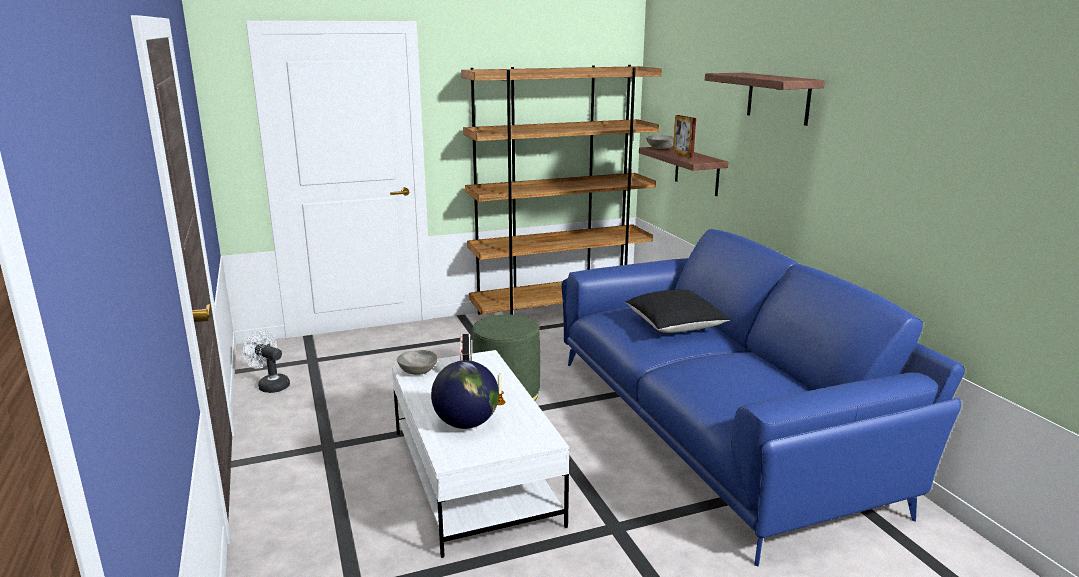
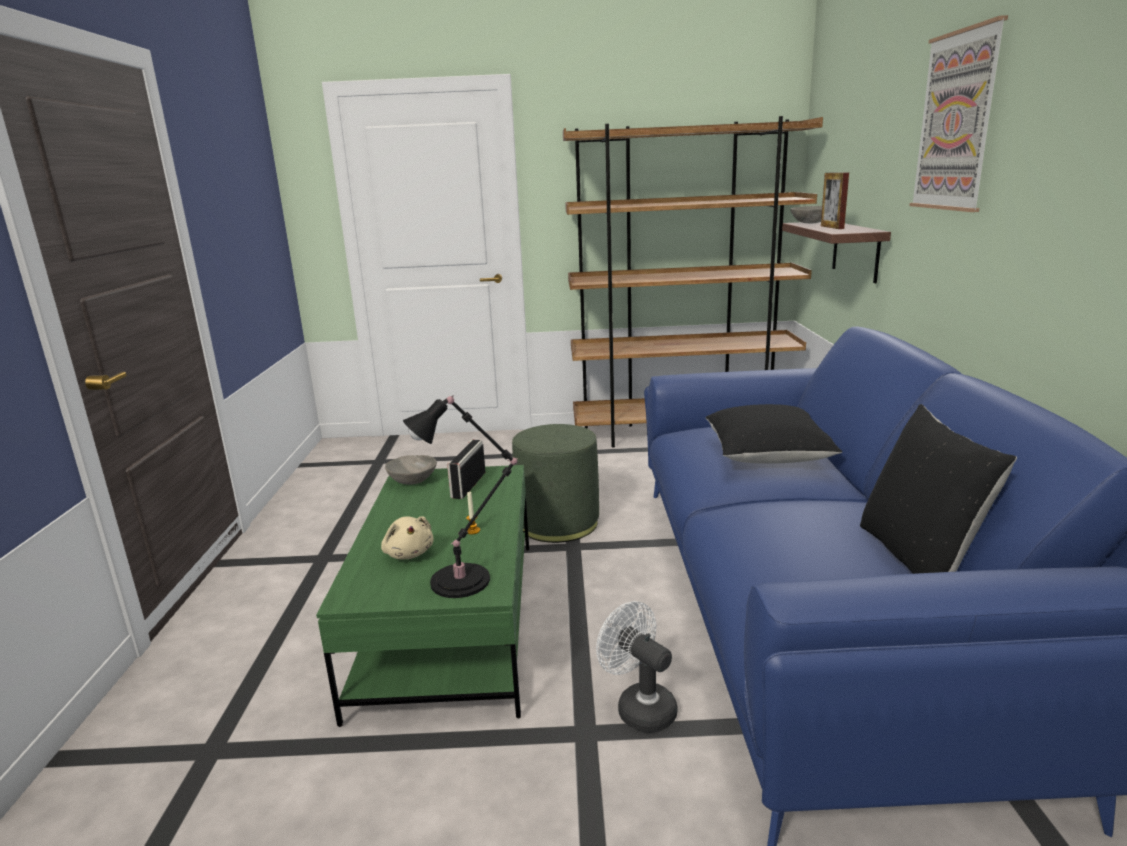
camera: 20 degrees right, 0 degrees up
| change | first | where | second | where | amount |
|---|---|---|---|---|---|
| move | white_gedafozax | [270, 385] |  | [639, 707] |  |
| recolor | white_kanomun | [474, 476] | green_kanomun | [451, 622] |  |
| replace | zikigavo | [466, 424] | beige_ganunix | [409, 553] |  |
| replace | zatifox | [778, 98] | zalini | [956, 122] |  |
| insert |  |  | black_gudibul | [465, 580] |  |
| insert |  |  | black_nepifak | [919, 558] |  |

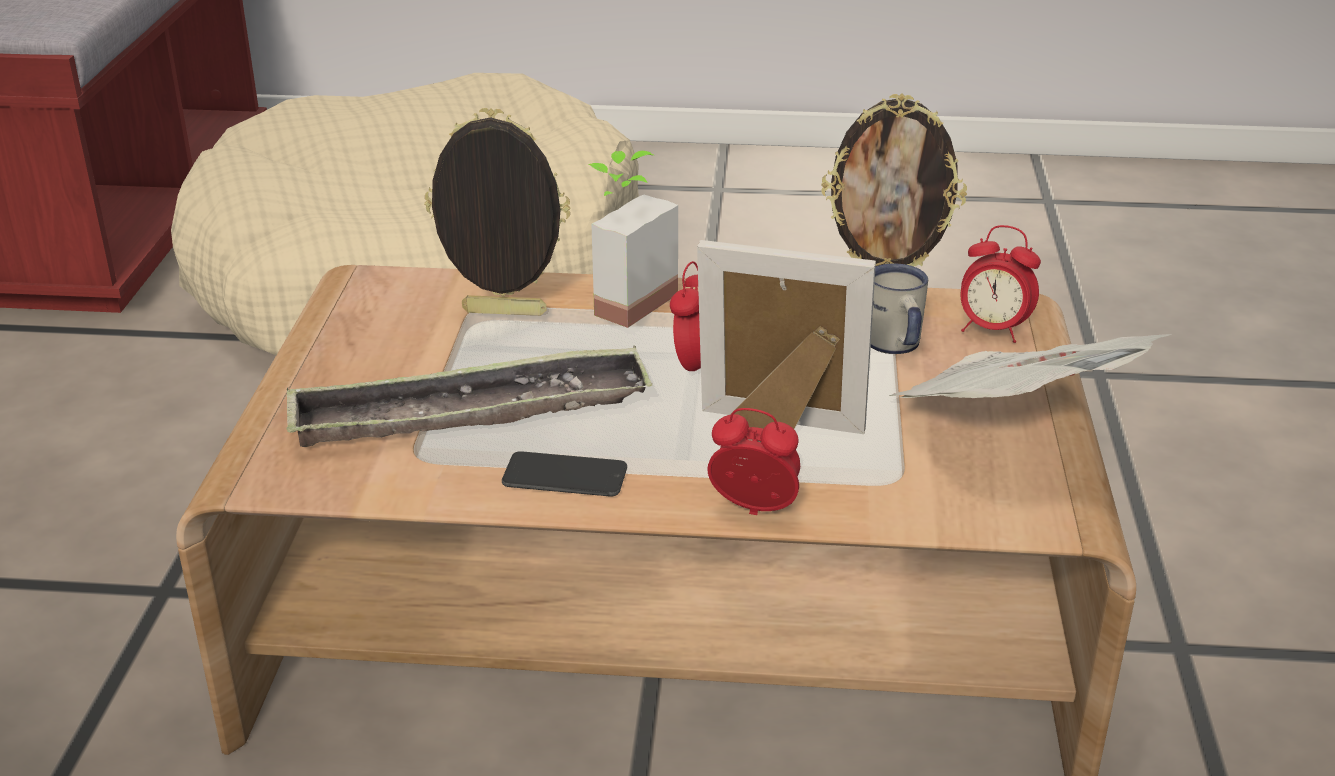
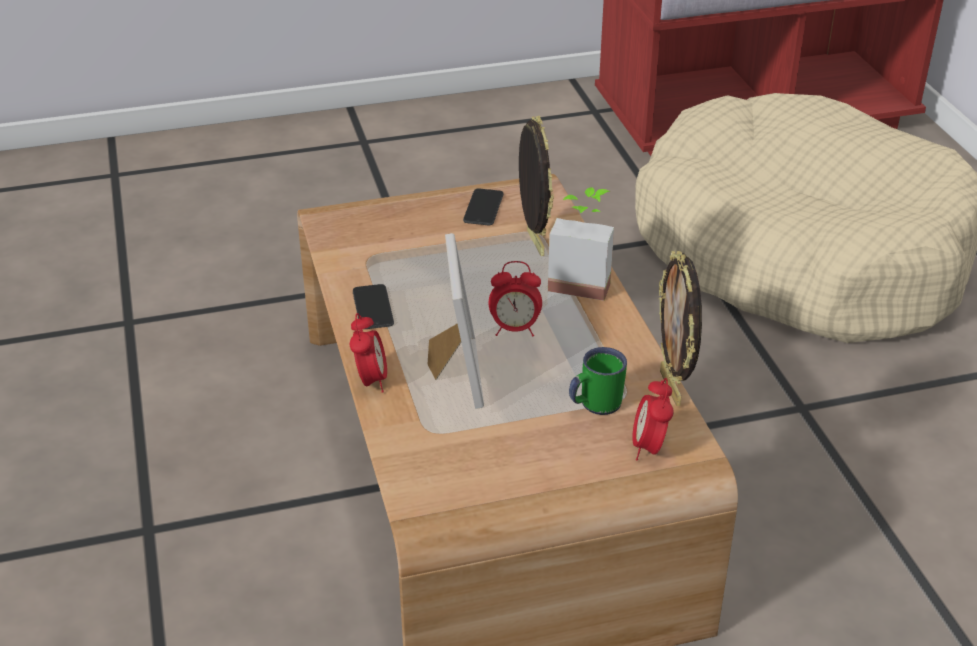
camera: 70 degrees right, 5 degrees up
| change | first | where | second | where | amount |
|---|---|---|---|---|---|
| delete | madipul | [470, 413] |  |  |  |
| recolor | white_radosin | [894, 347] | green_radosin | [594, 405] |  |
| delete | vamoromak | [1015, 424] |  |  |  |
| insert |  |  | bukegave | [483, 208] |  |

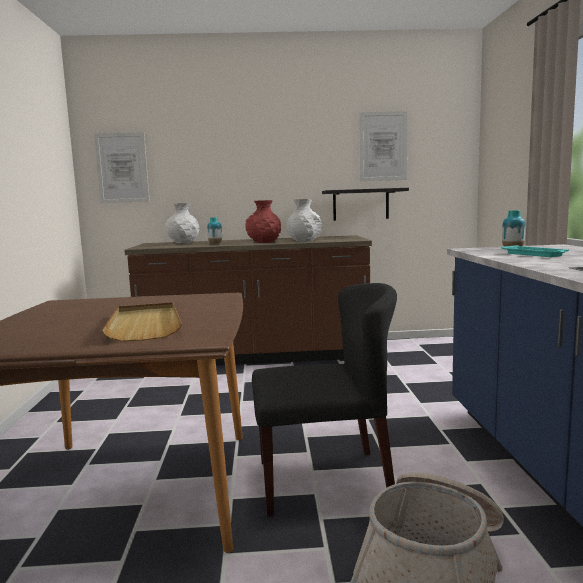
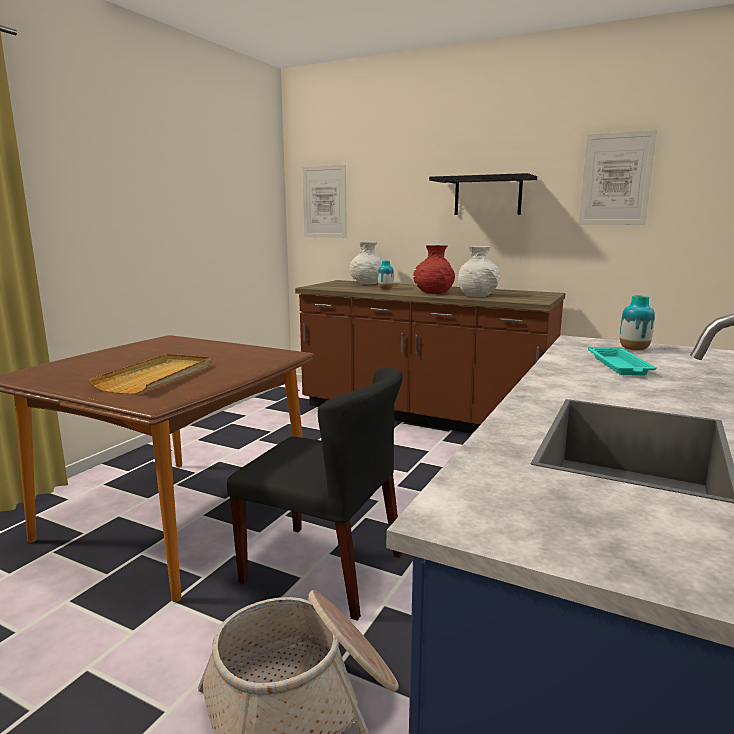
camera: 30 degrees right, 5 degrees up
| change | first | where | second | where | amount |
|---|---|---|---|---|---|
| move | black_zatifox | [360, 204] |  | [487, 196] |  |

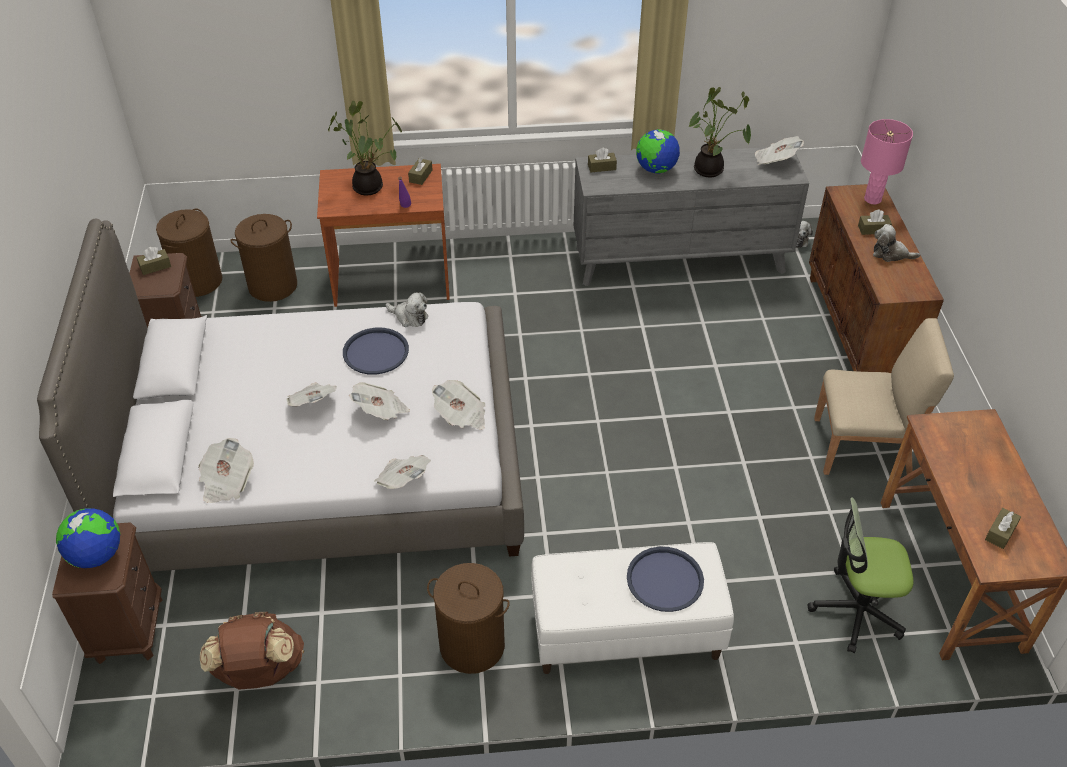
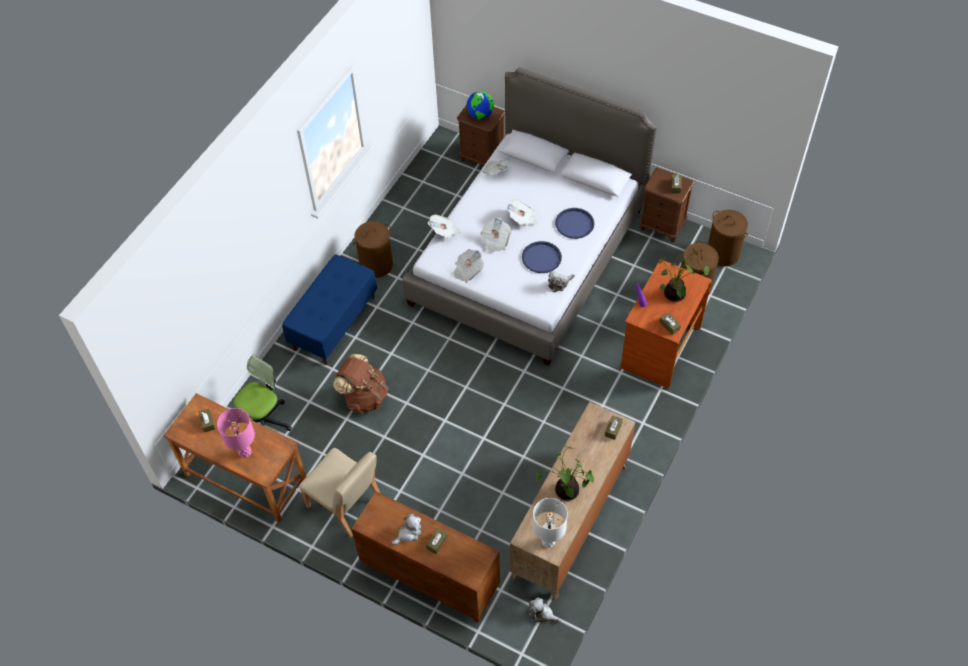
camera: 125 degrees right, 10 degrees up
| change | first | where | second | where | amount |
|---|---|---|---|---|---|
| move | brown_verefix | [259, 672] |  | [364, 397] |  |
| recolor | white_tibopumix | [625, 634] | blue_tibopumix | [334, 322] |  |
| recolor | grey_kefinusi | [680, 260] | brown_kefinusi | [570, 521] |  |
| move | blue_madipul | [665, 580] |  | [574, 224] |  |
| delete | zikigavo | [656, 169] |  |  |  |
| replace | vamoromak | [775, 160] | white_gudibul | [548, 541] |  |
| rotate | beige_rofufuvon | [864, 447] |  | [345, 504] | 90 degrees counterclockwise |
| move | pink_gudibul | [873, 199] |  | [244, 452] |  |

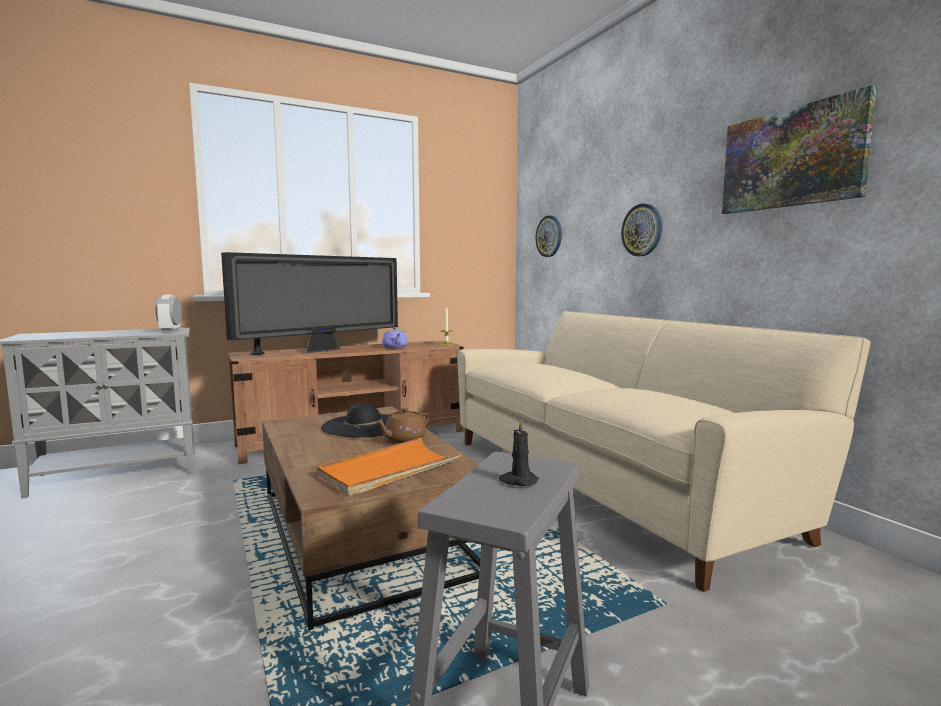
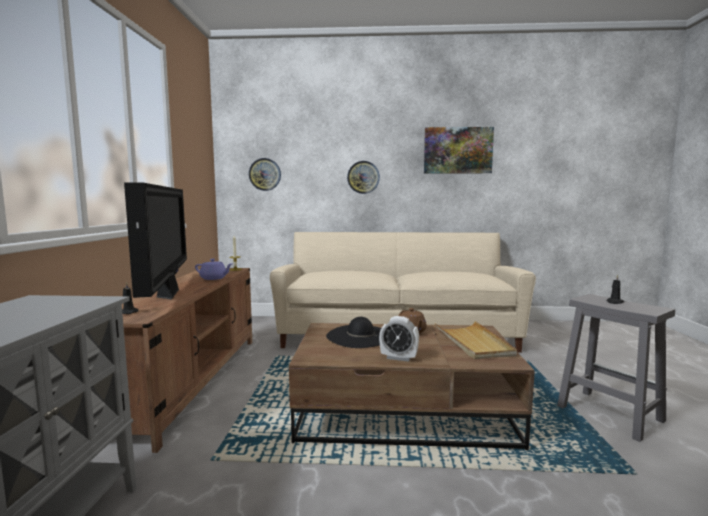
camera: 60 degrees left, 0 degrees up
| change | first | where | second | where | amount |
|---|---|---|---|---|---|
| move | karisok | [170, 331] |  | [398, 358] |  |
| recolor | orange_madipul | [390, 470] | beige_madipul | [473, 342] |  |

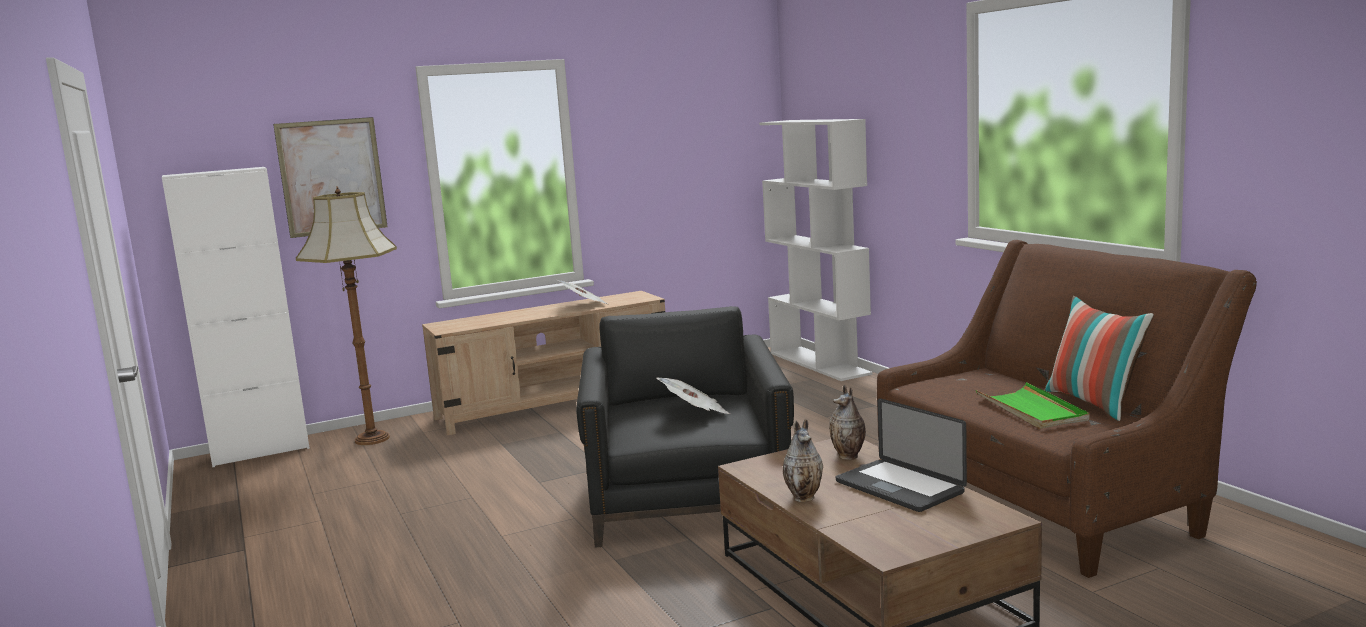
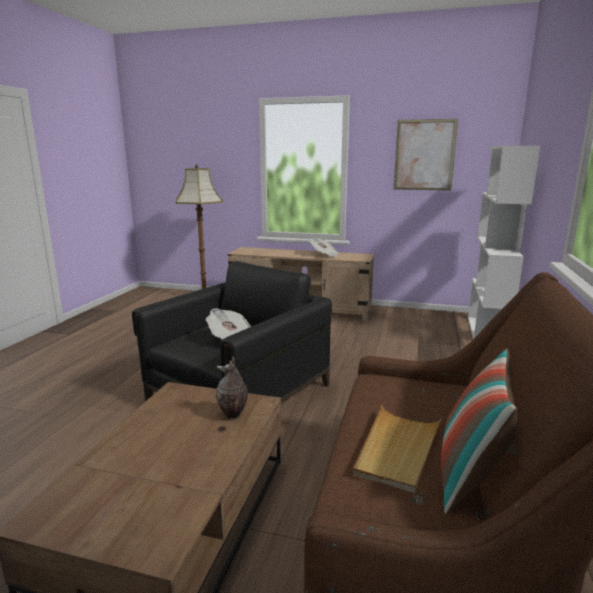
camera: 40 degrees right, 5 degrees up
| change | first | where | second | where | amount |
|---|---|---|---|---|---|
| delete | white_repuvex | [260, 452] |  |  |  |
| move | zalini | [332, 177] |  | [424, 155] |  |
| delete | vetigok | [805, 497] |  |  |  |
| delete | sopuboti | [899, 487] |  |  |  |
| recolor | green_madipul | [1032, 410] | beige_madipul | [397, 450] |  |

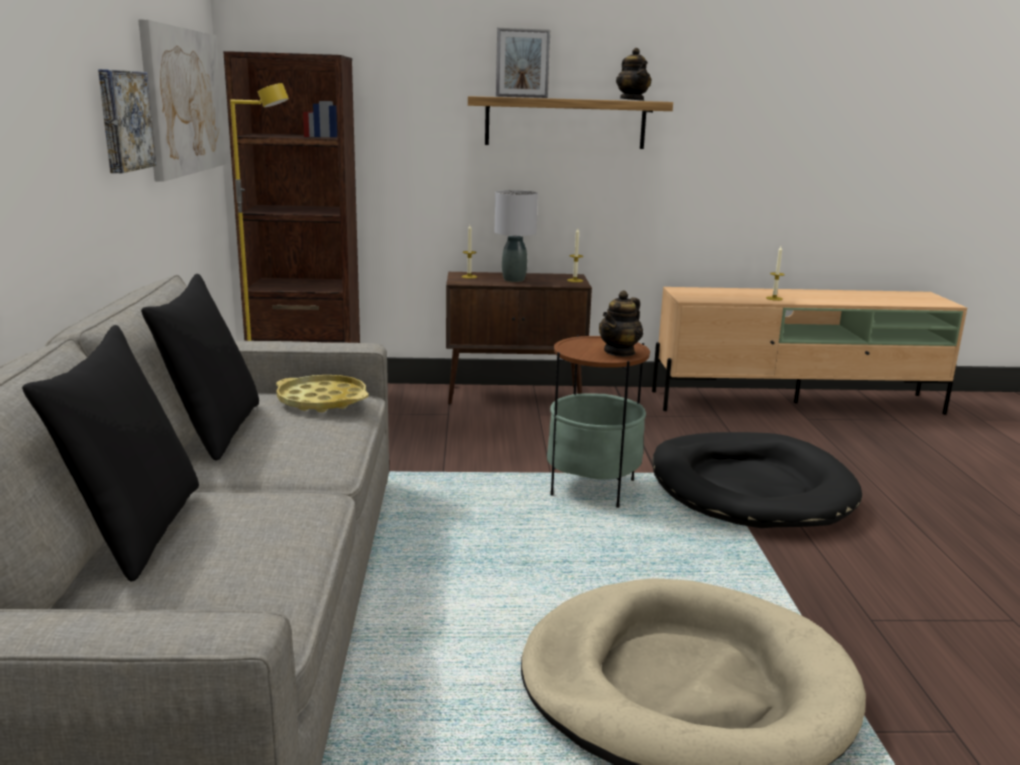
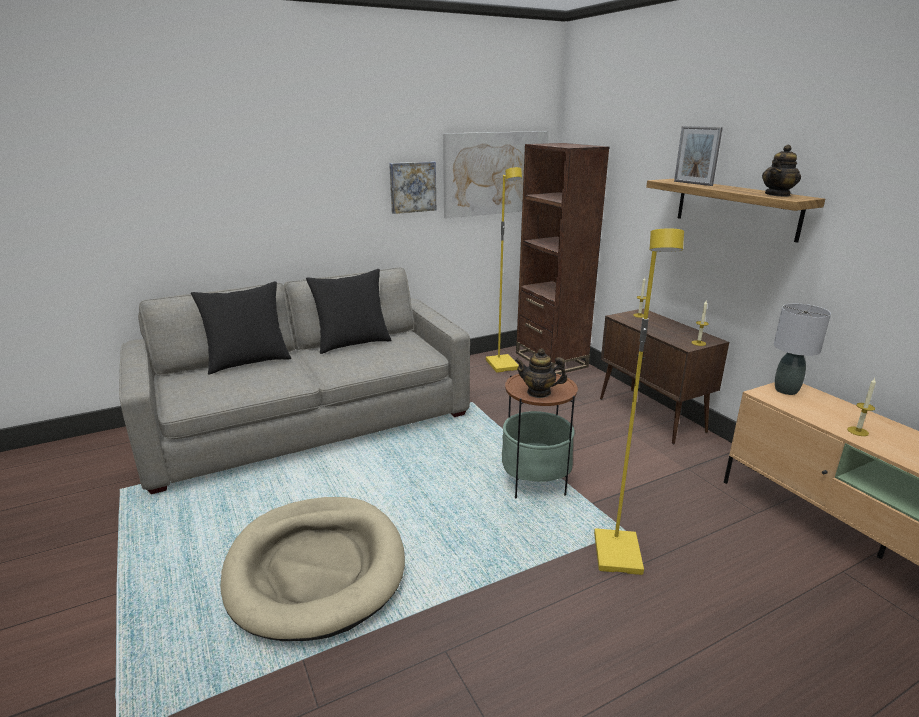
camera: 65 degrees right, 5 degrees up
| change | first | where | second | where | amount |
|---|---|---|---|---|---|
| delete | yellow_madipul | [322, 400] |  |  |  |
| move | grey_gudibul | [513, 280] |  | [785, 390] |  |
| replace | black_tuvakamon | [749, 487] | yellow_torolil | [619, 554] |  |

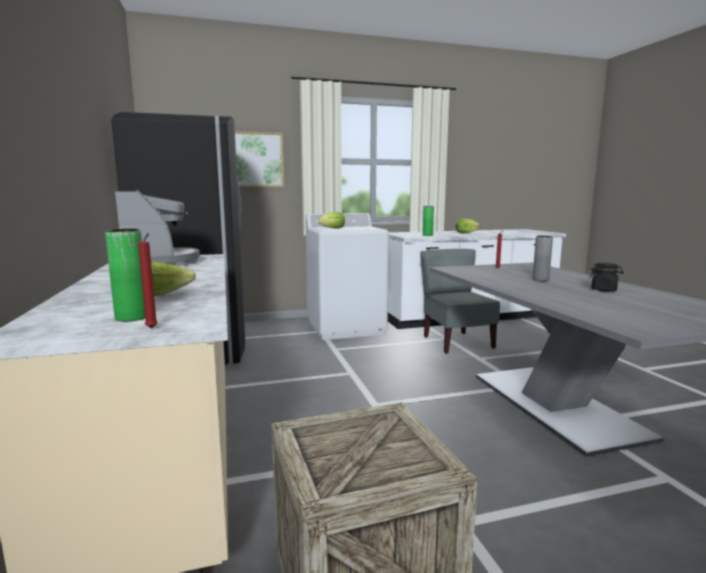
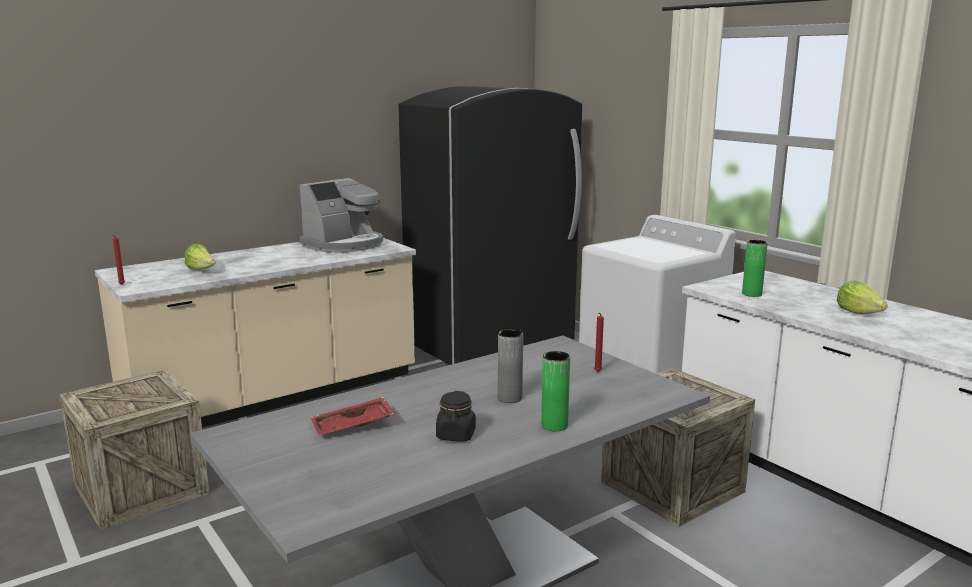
camera: 70 degrees right, 5 degrees up
| change | first | where | second | where | amount |
|---|---|---|---|---|---|
| move | green_vetigok | [132, 317] |  | [554, 425] |  |
| delete | zalini | [256, 159] |  |  |  |
| delete | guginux | [333, 228] |  |  |  |
| replace | grey_rofufuvon | [456, 342] | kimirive | [672, 487] |  |
| insert |  |  | red_madipul | [353, 427] |  |

